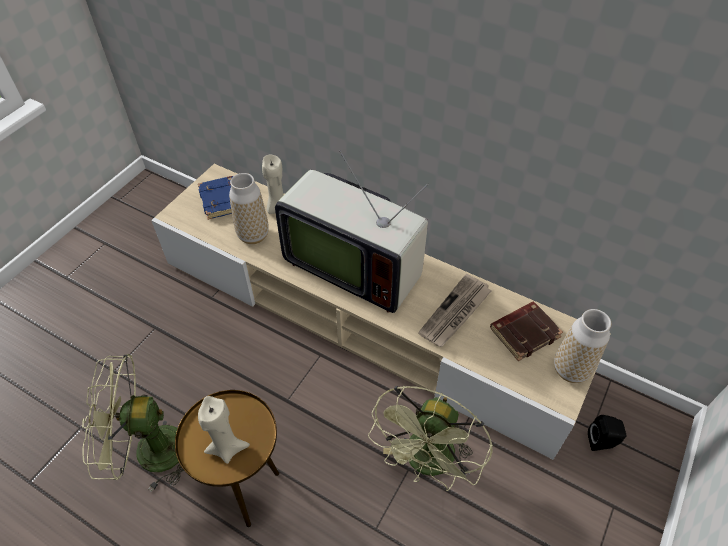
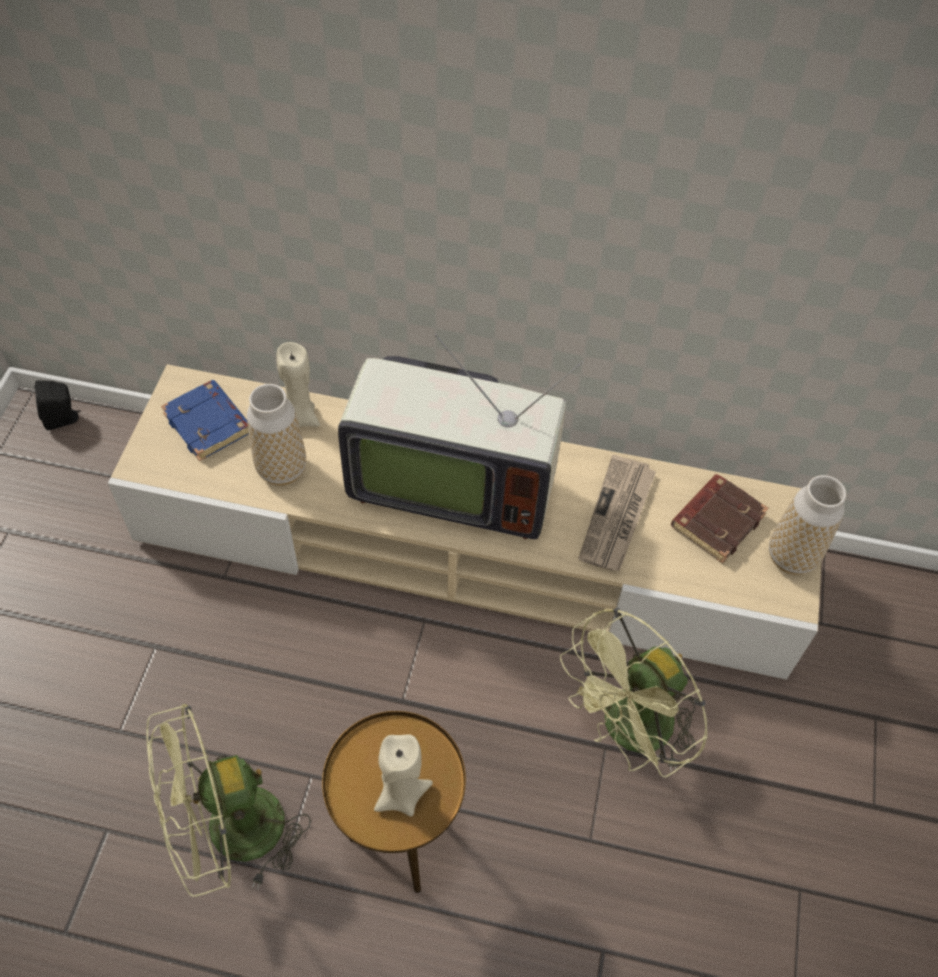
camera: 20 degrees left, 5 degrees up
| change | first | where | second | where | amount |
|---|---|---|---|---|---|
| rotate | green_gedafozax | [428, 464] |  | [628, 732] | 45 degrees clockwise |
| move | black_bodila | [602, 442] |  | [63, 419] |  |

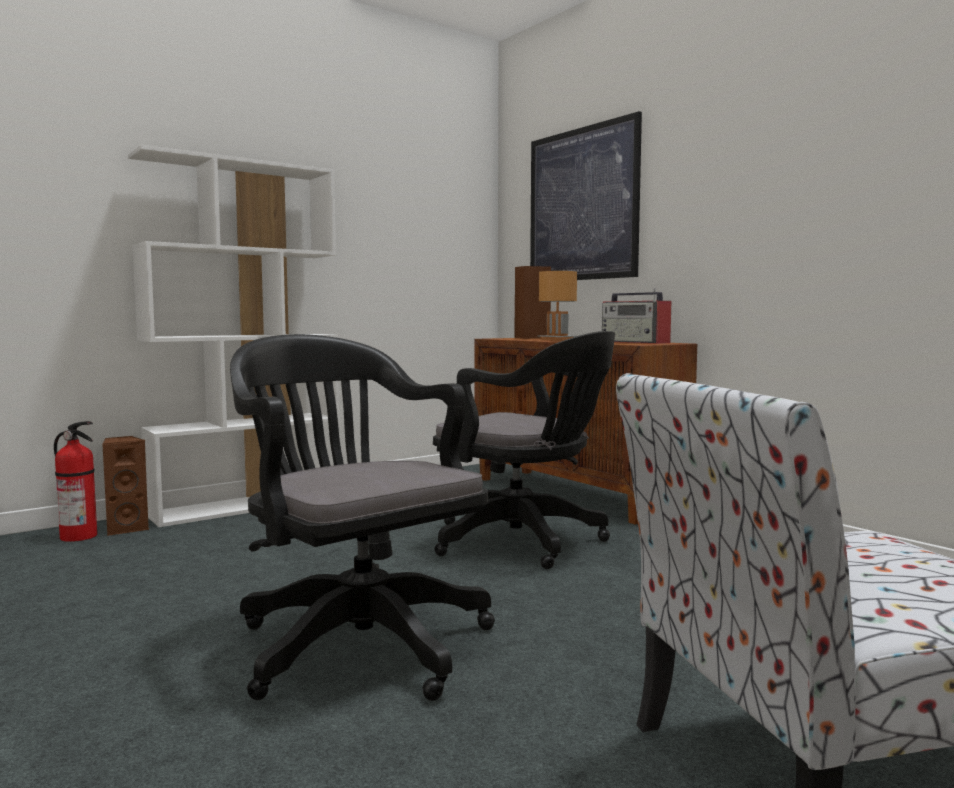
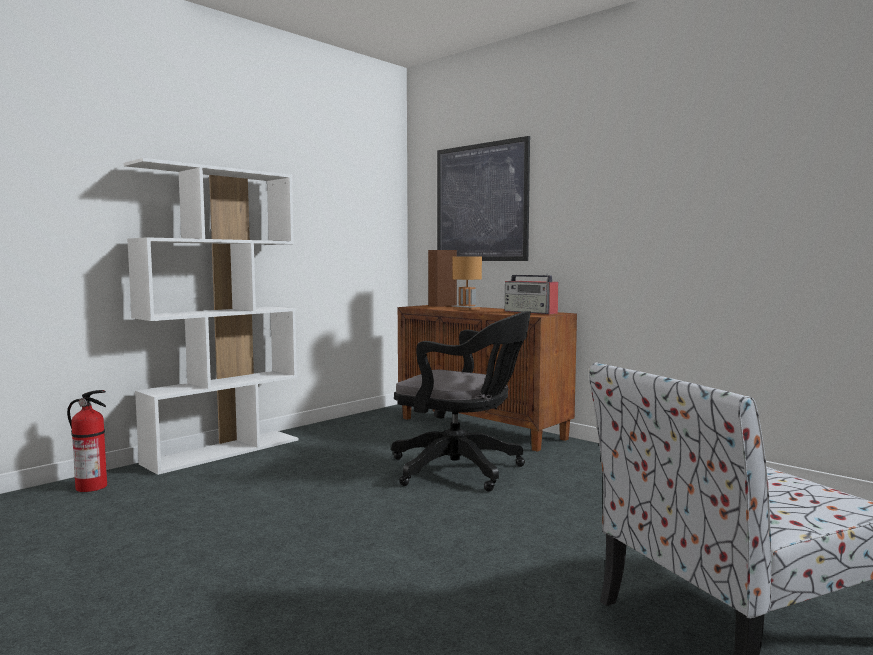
camera: 10 degrees left, 0 degrees up
| change | first | where | second | where | amount |
|---|---|---|---|---|---|
| delete | brown_bodila | [126, 528] |  |  |  |
| delete | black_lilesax | [356, 640] |  |  |  |

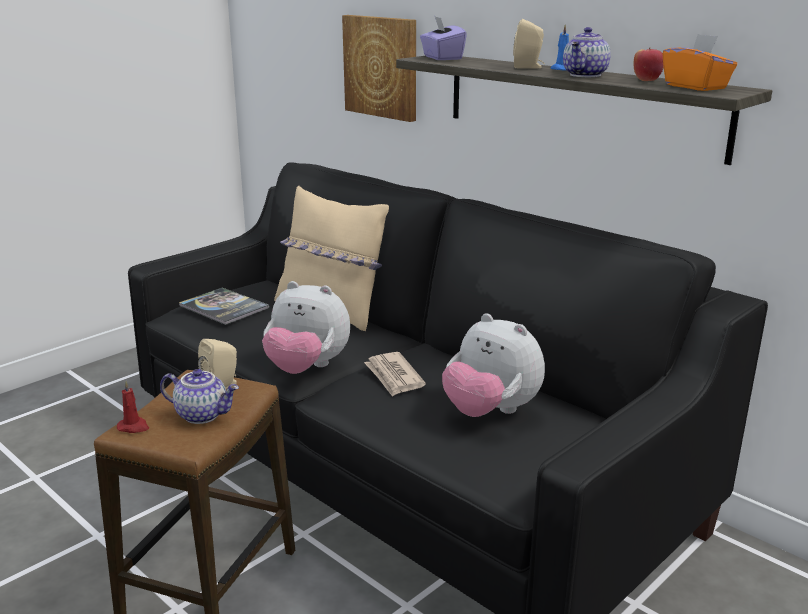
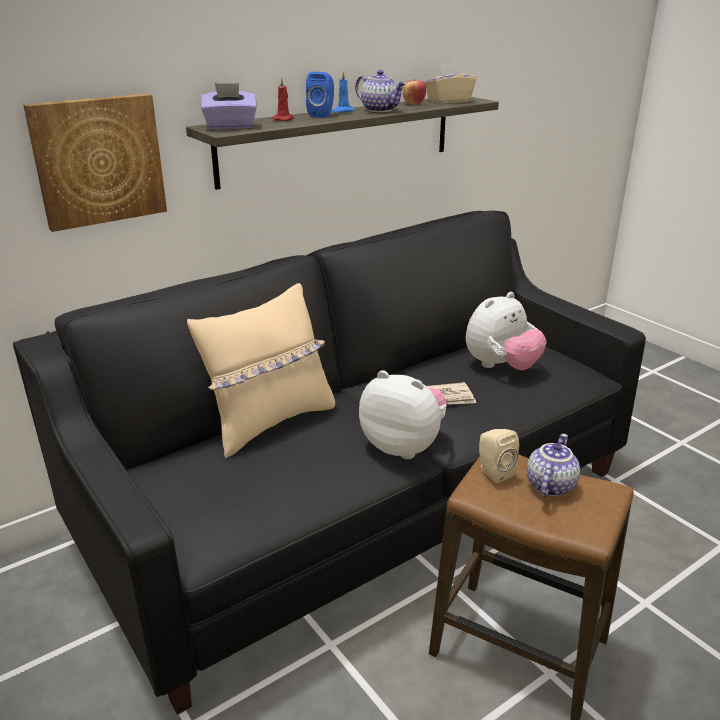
camera: 80 degrees left, 5 degrees up
| change | first | where | second | where | amount |
|---|---|---|---|---|---|
| move | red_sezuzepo | [134, 427] |  | [284, 119] |  |
| delete | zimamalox | [224, 307] |  |  |  |
| rotate | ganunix | [307, 368] |  | [403, 446] | 90 degrees counterclockwise |
| recolor | beige_bodila | [528, 67] | blue_bodila | [322, 115] |  |
| recolor | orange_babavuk | [696, 87] | beige_babavuk | [448, 101] |  |

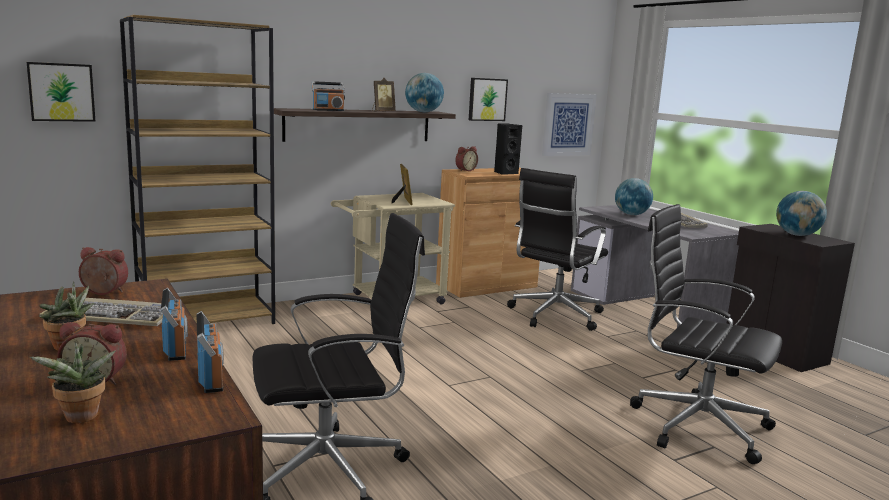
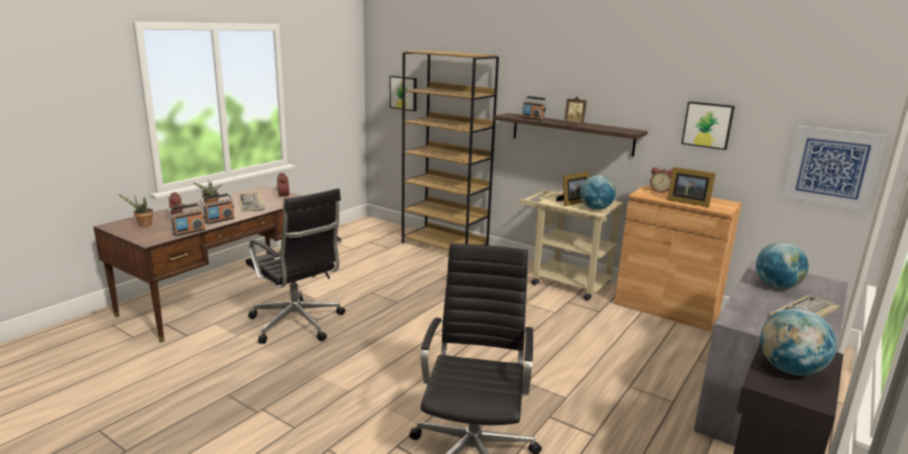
camera: 65 degrees right, 5 degrees up
| change | first | where | second | where | amount |
|---|---|---|---|---|---|
| move | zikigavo | [423, 112] |  | [595, 209] |  |
| replace | black_bodila | [505, 173] | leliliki | [687, 202] |  |
| delete | black_lilesax | [554, 315] |  |  |  |

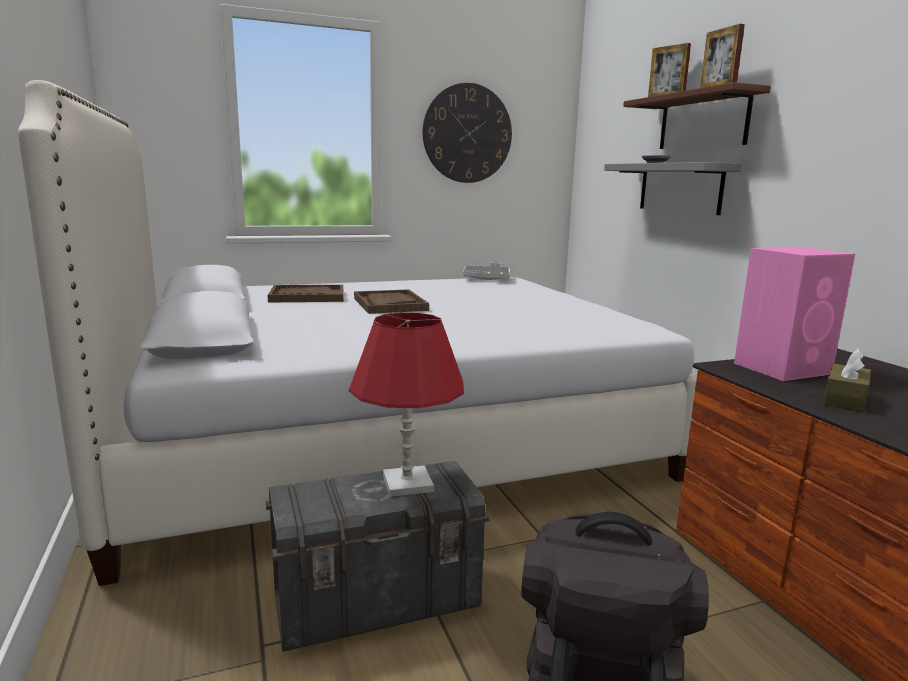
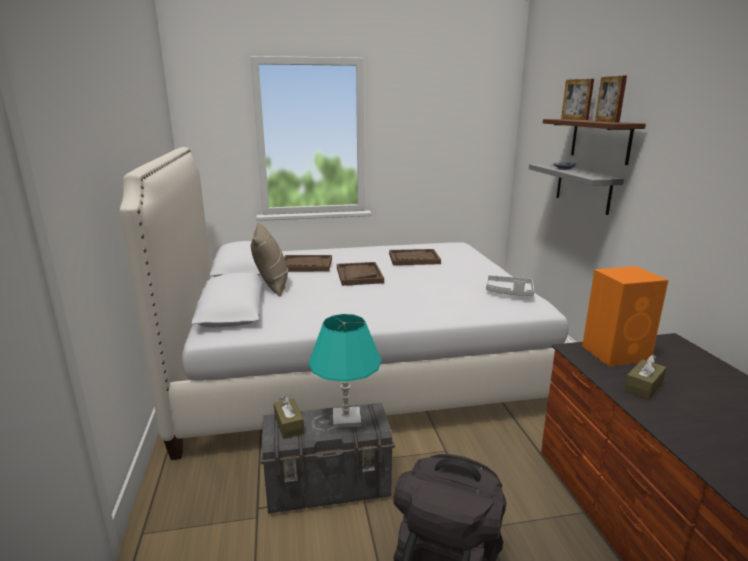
camera: 10 degrees right, 5 degrees up
| change | first | where | second | where | amount |
|---|---|---|---|---|---|
| recolor | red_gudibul | [407, 483] | turquoise_gudibul | [346, 418] |  |
| delete | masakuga | [467, 133] |  |  |  |
| move | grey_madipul | [486, 279] |  | [509, 292] |  |
| recolor | pink_bodila | [783, 368] | orange_bodila | [617, 353] |  |
| insert |  |  | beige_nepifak | [272, 285] |  |
| insert |  |  | brown_babavuk | [289, 425] |  |
| insert |  |  | brown_madipul | [414, 259] |  |

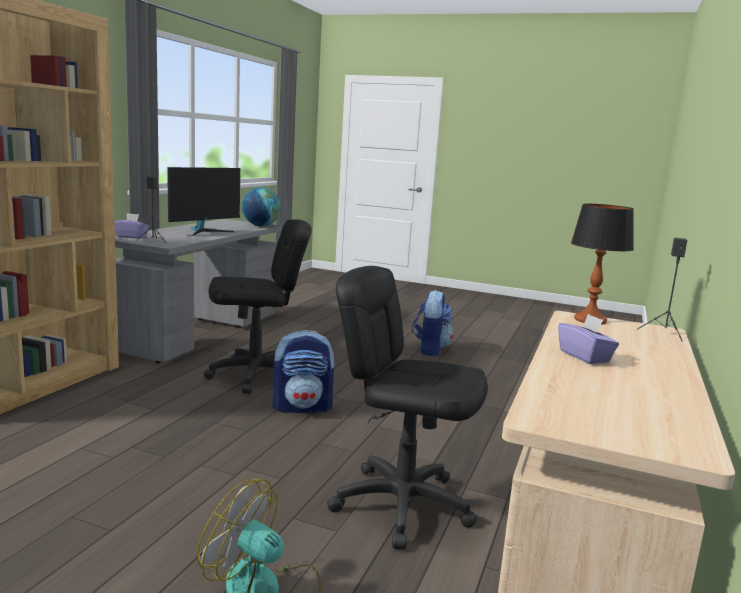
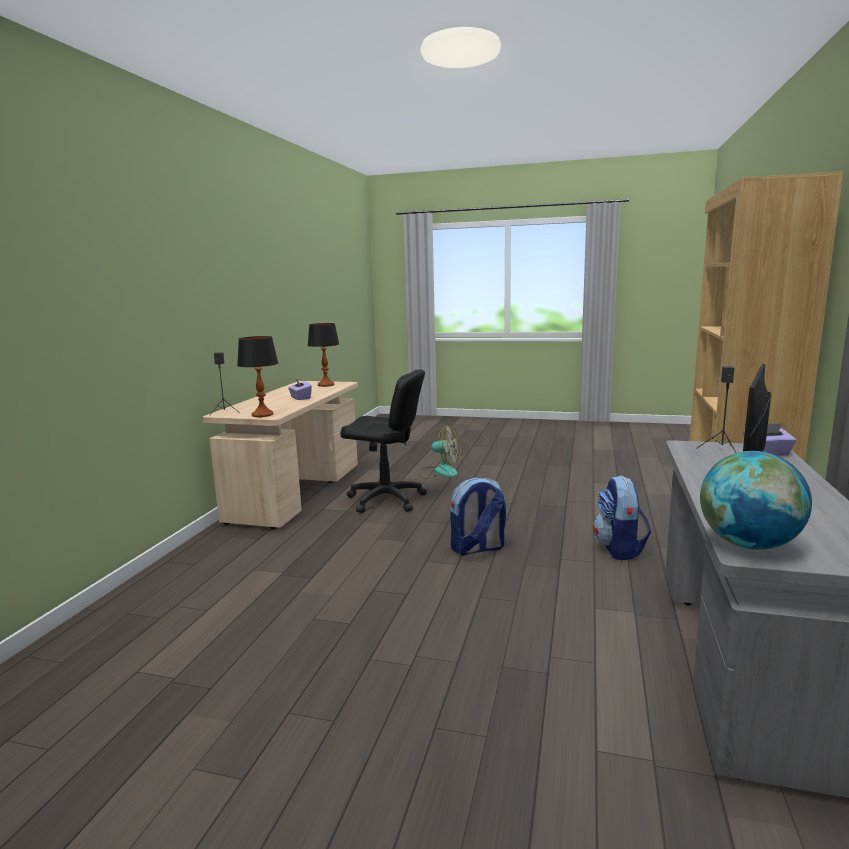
camera: 175 degrees right, 0 degrees up
| change | first | where | second | where | amount |
|---|---|---|---|---|---|
| delete | black_lilesax | [255, 375] |  |  |  |
| move | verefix | [430, 349] |  | [619, 549] |  |
| insert |  |  | gudibul | [325, 385] |  |

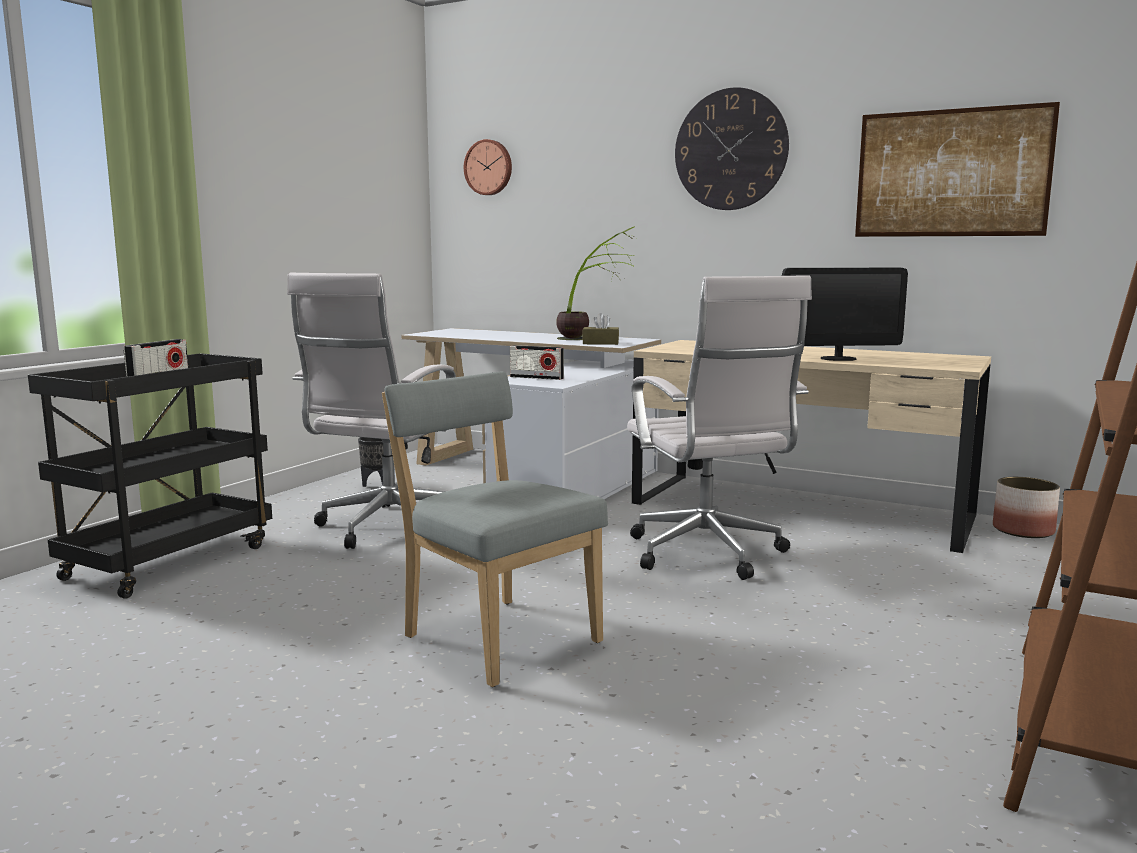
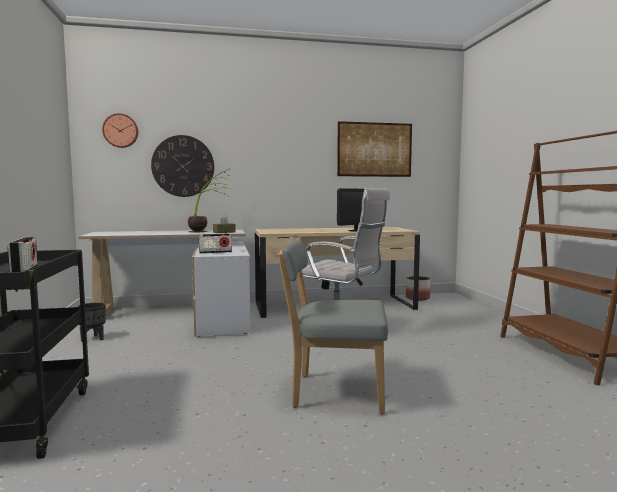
camera: 40 degrees left, 5 degrees down
| change | first | where | second | where | amount |
|---|---|---|---|---|---|
| delete | white_lilesax | [386, 528] |  |  |  |
| move | masakuga | [730, 150] |  | [183, 166] |  |

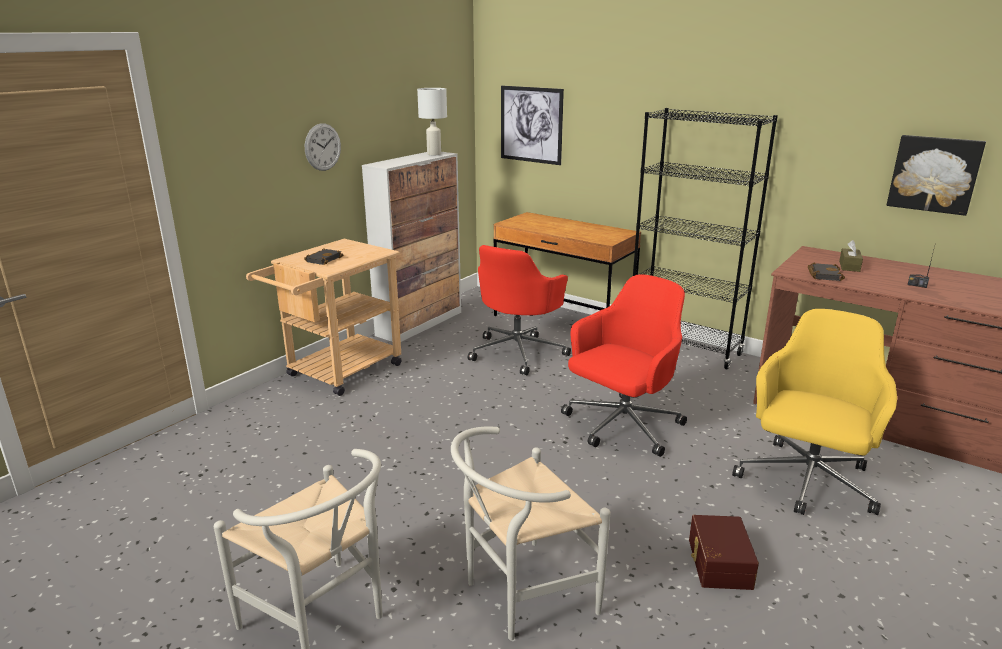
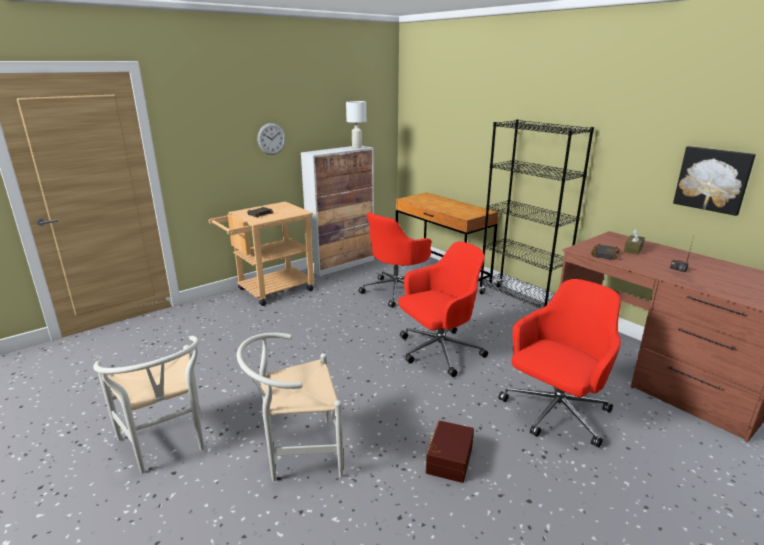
camera: 15 degrees right, 0 degrees up
| change | first | where | second | where | amount |
|---|---|---|---|---|---|
| delete | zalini | [531, 125] |  |  |  |
| recolor | yellow_lilesax | [806, 482] | red_lilesax | [555, 413] |  |

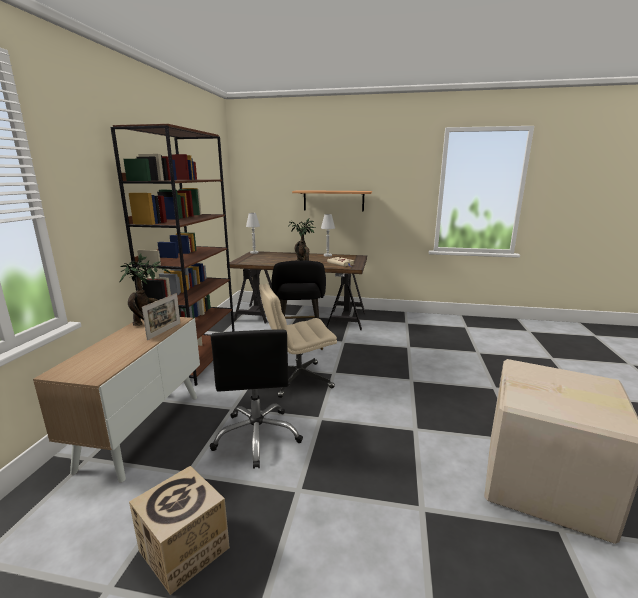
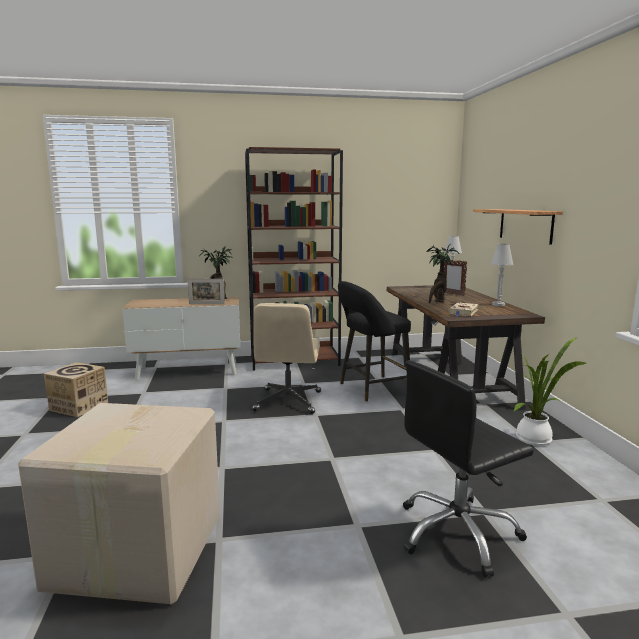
camera: 70 degrees right, 5 degrees down
| change | first | where | second | where | amount |
|---|---|---|---|---|---|
| move | black_lilesax | [257, 436] |  | [458, 533] |  |
| rotate | beige_lilesax | [298, 379] |  | [288, 401] | 135 degrees counterclockwise |
| insert |  |  | leliliki | [452, 294] |  |
| insert |  |  | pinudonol | [536, 439] |  |

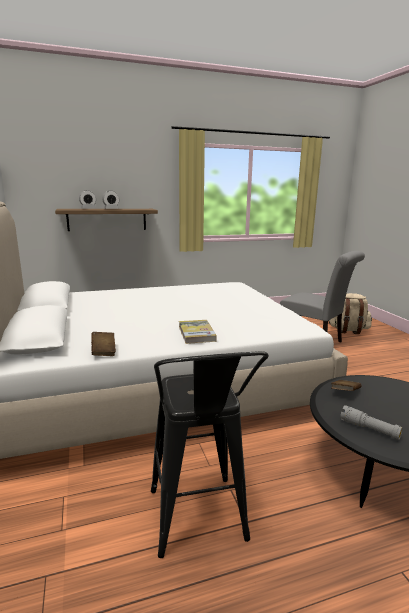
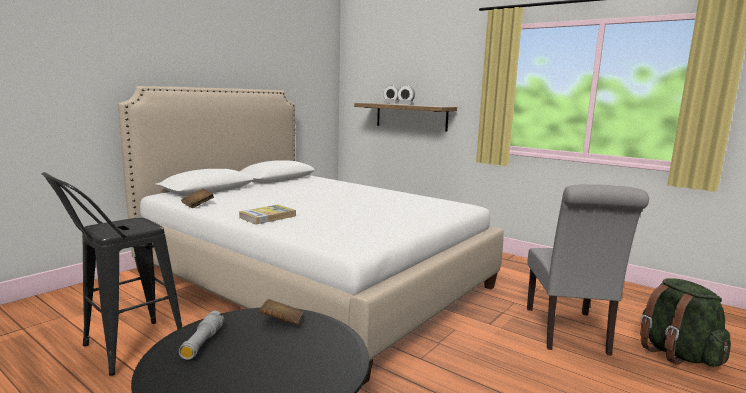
camera: 55 degrees right, 5 degrees down
| change | first | where | second | where | amount |
|---|---|---|---|---|---|
| recolor | beige_verefix | [348, 330] | green_verefix | [676, 354] |  |

